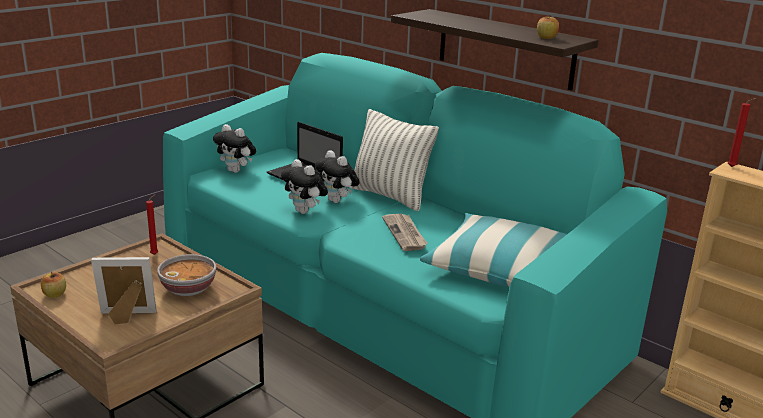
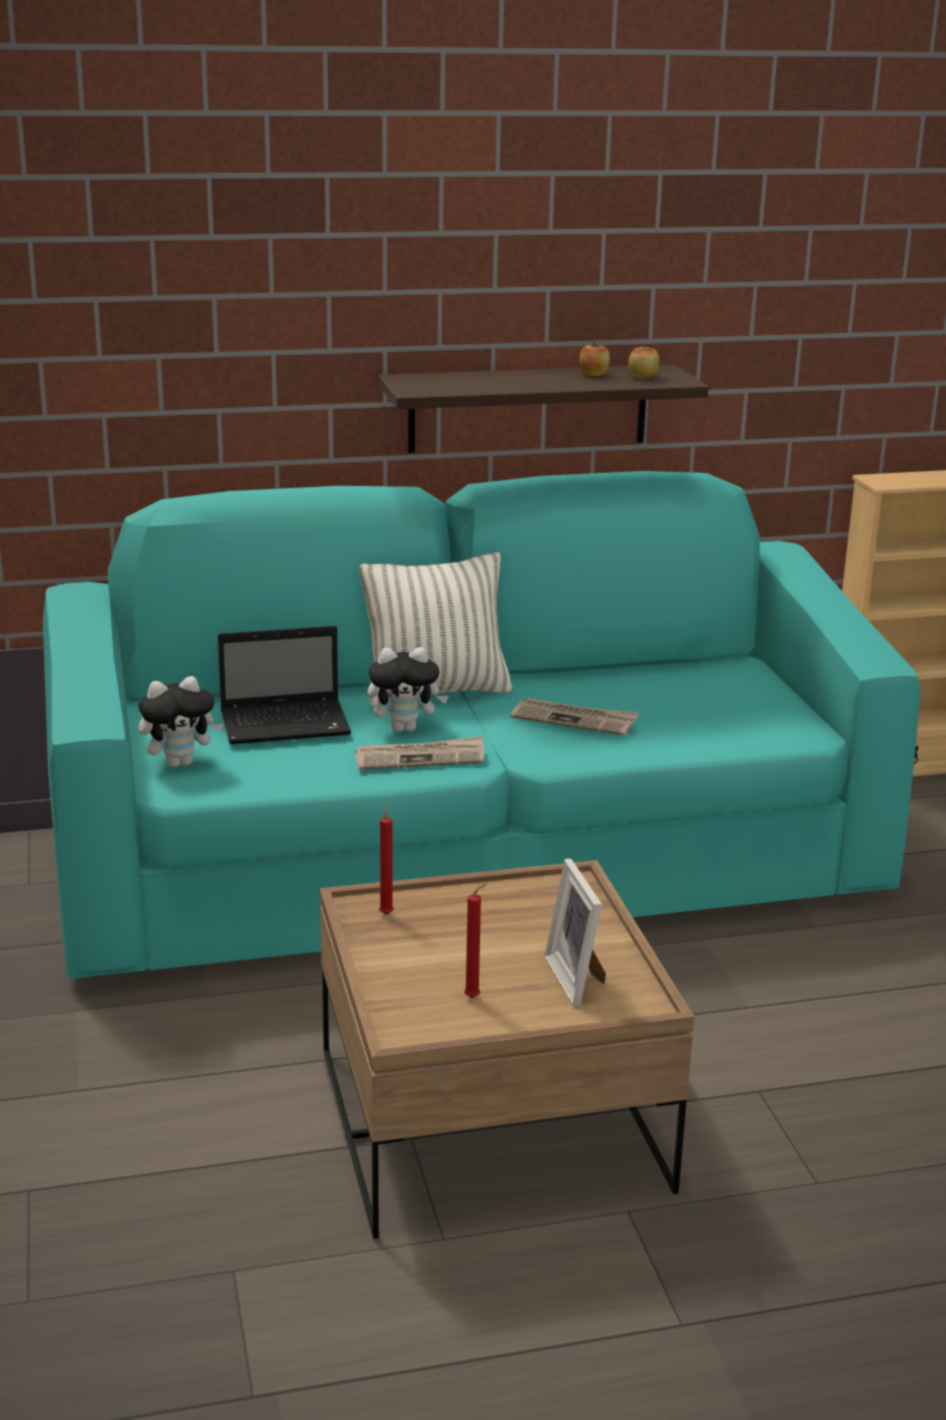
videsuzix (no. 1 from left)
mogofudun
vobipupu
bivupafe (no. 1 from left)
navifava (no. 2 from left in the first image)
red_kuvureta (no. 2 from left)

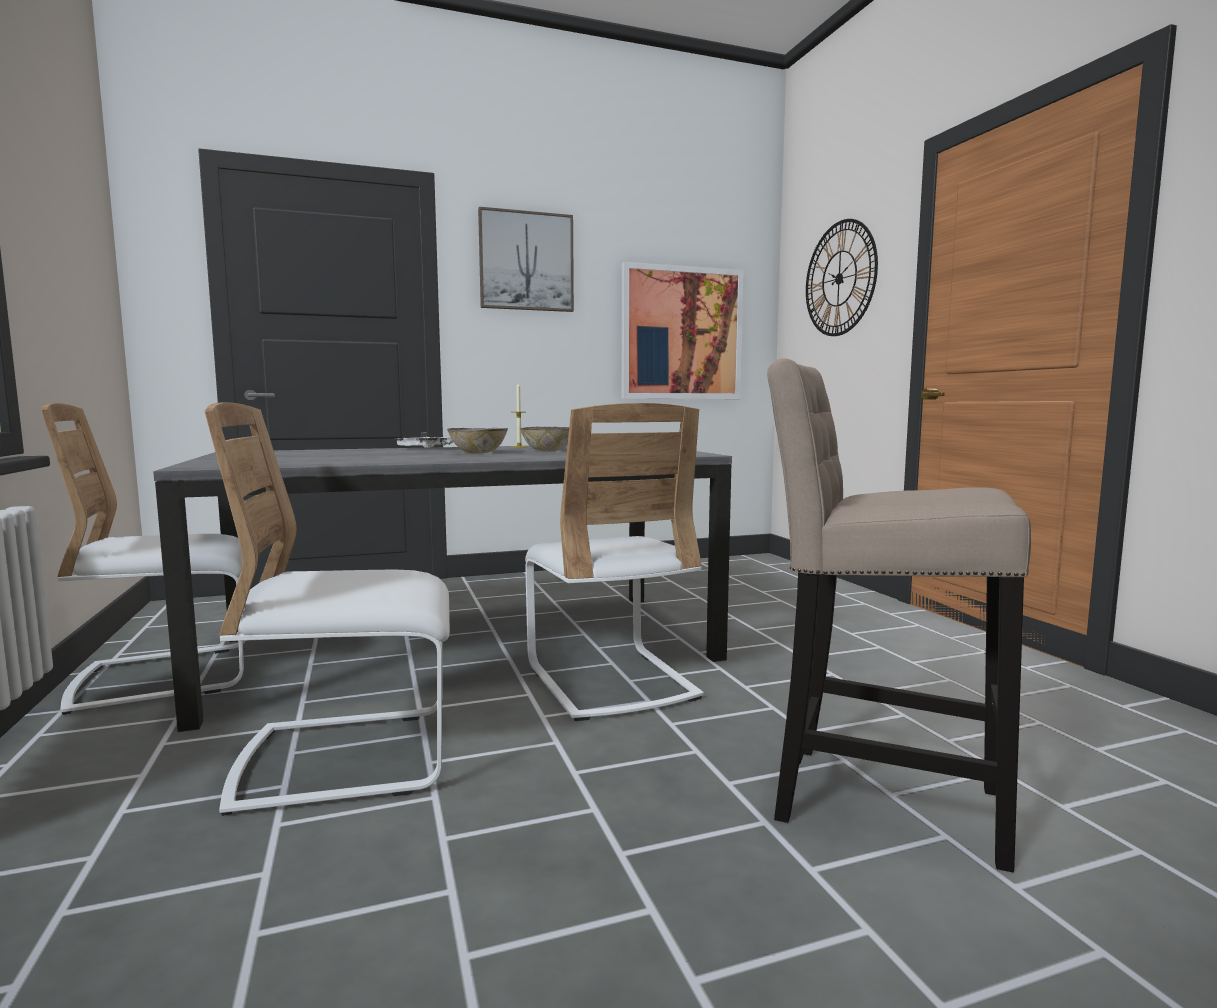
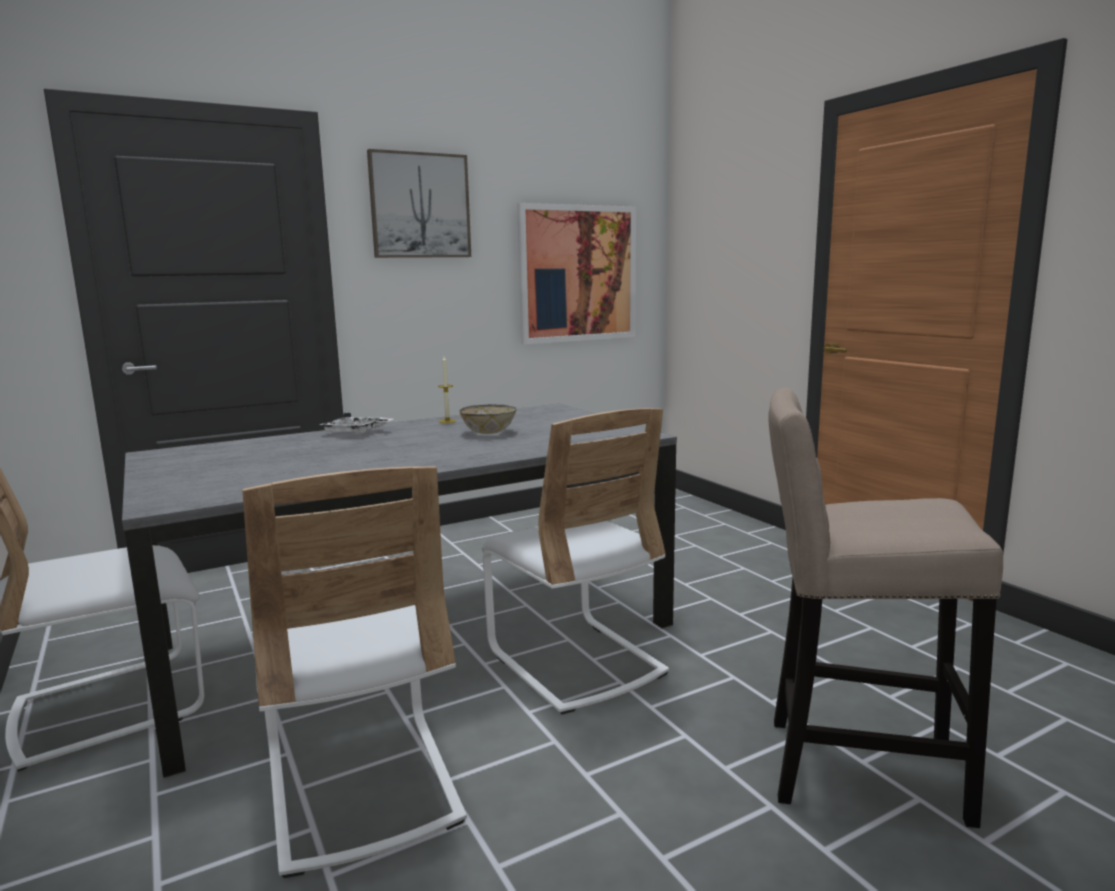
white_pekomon (no. 2 from left)
vobipupu (no. 1 from left in the first image)
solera

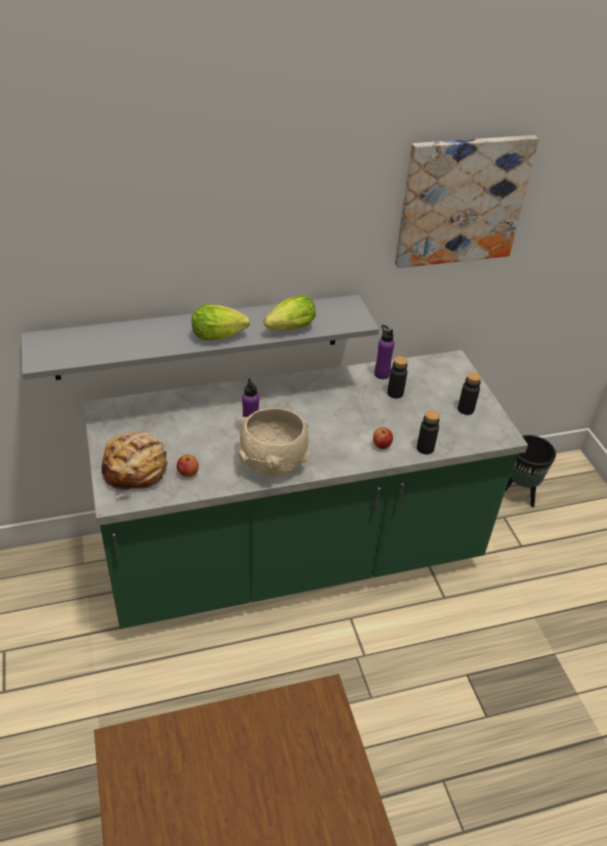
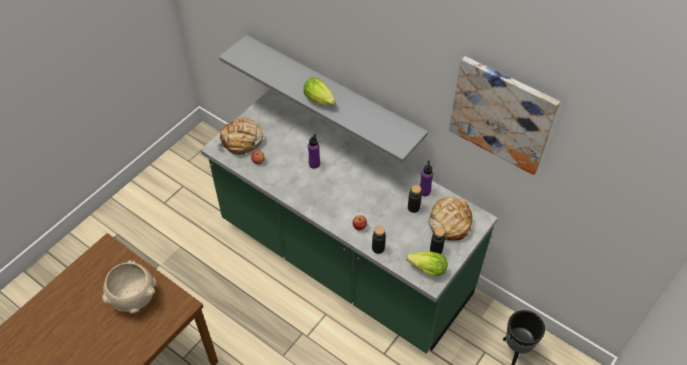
beige_vobipupu
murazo (no. 2 from left)
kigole (no. 2 from left)

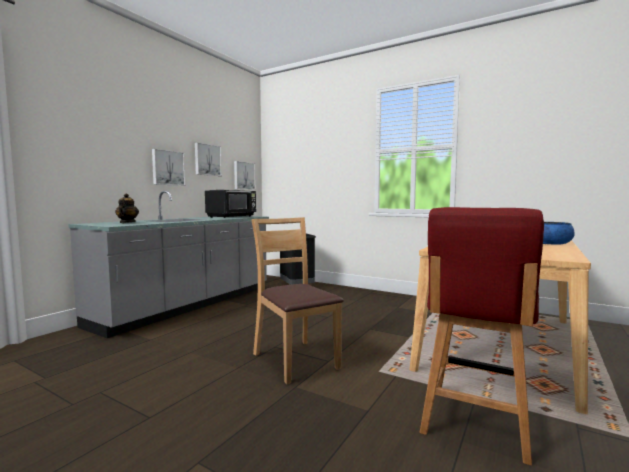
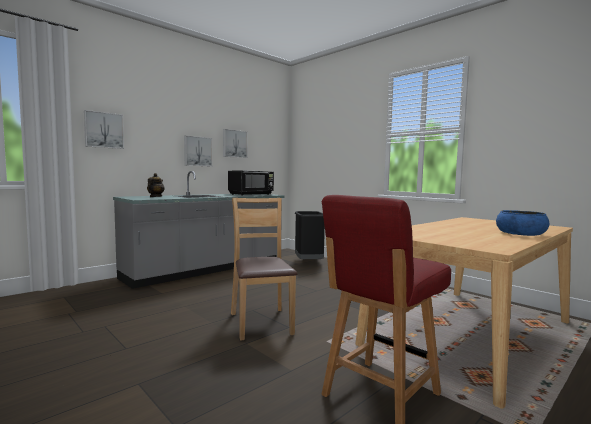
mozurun (no. 1 from left)

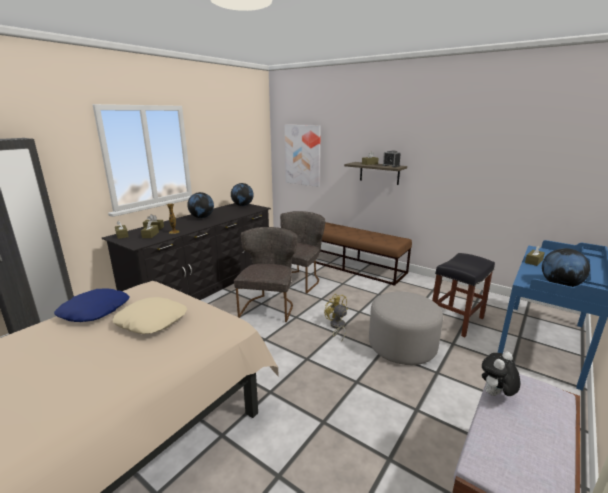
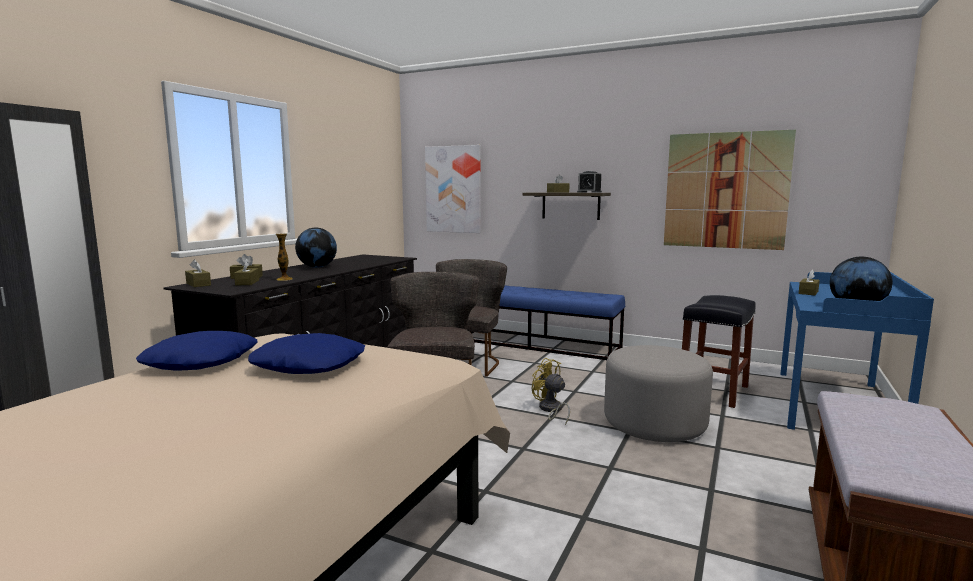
blue_navifava (no. 2 from left)
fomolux (no. 2 from left in the first image)
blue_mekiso
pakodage
mozurun (no. 2 from left)

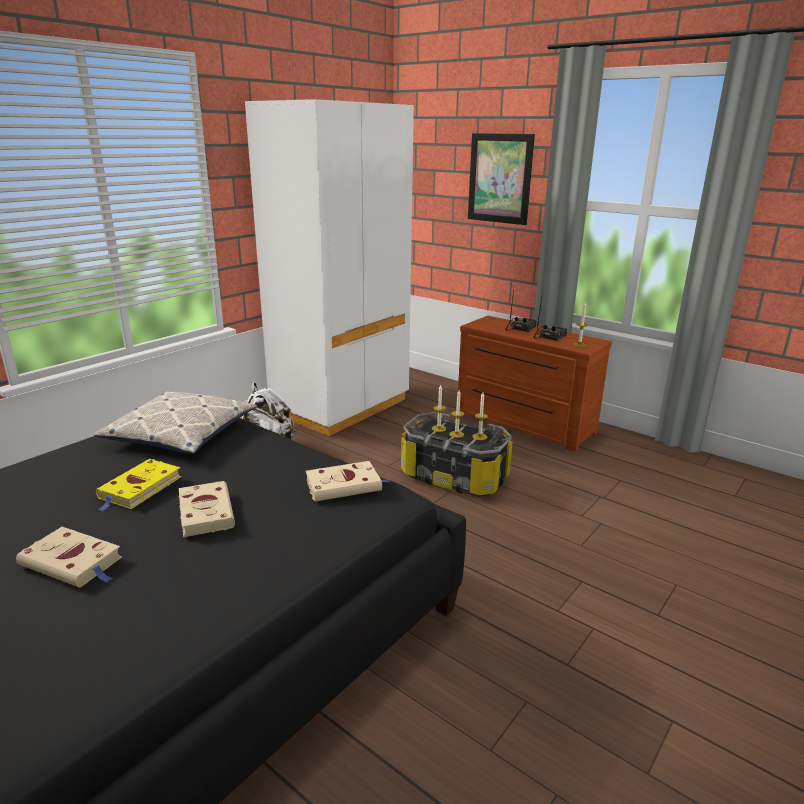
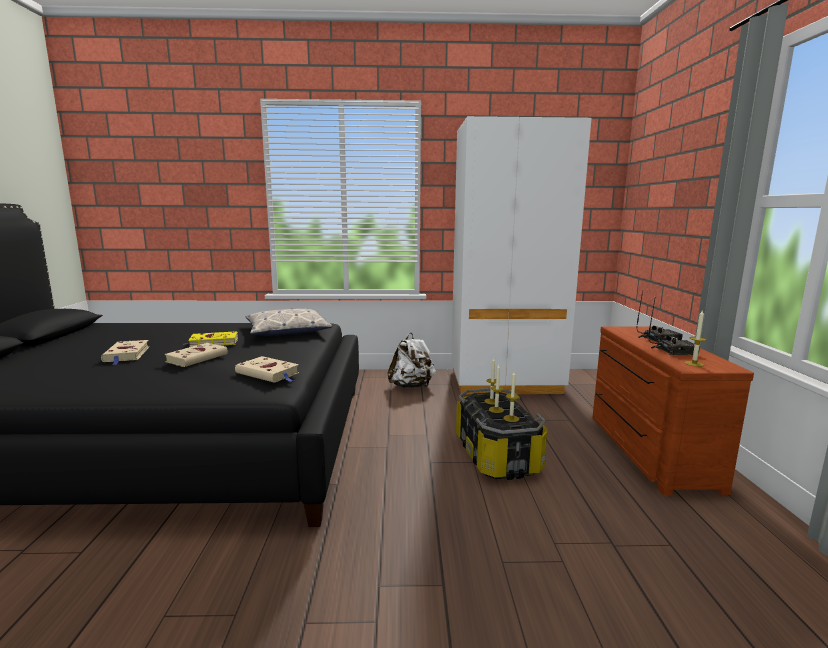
mozurun

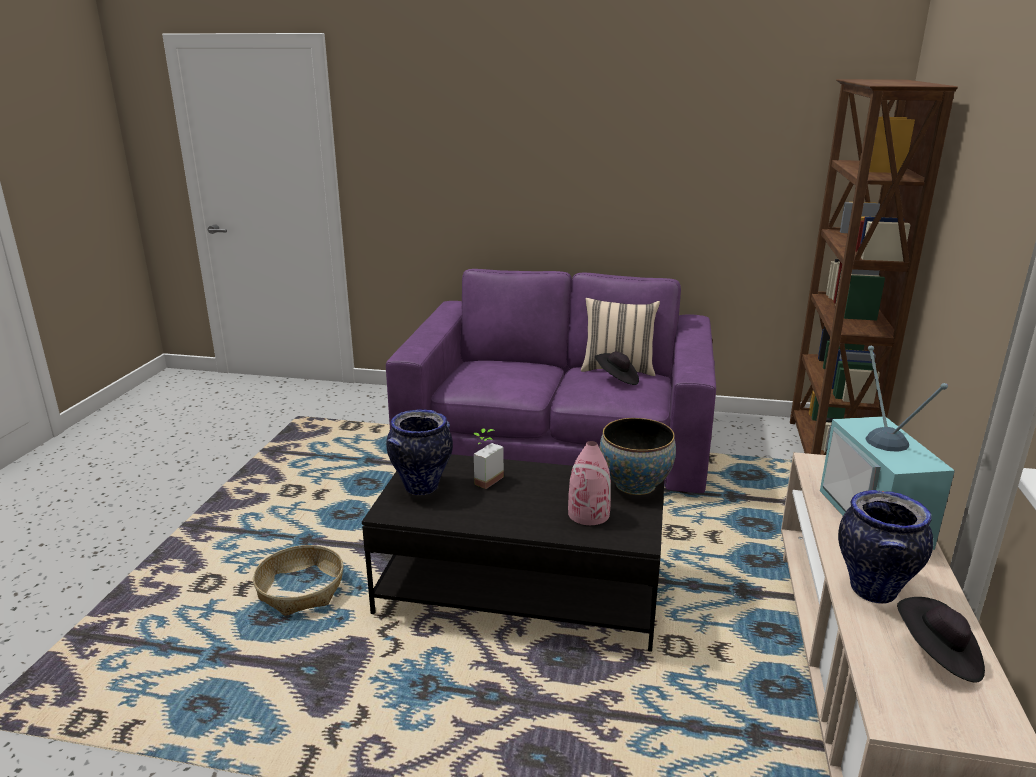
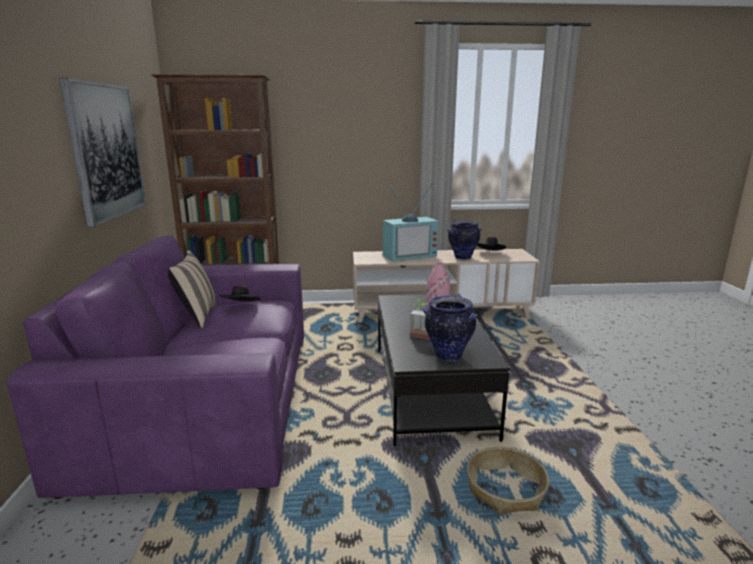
vobipupu
mozurun

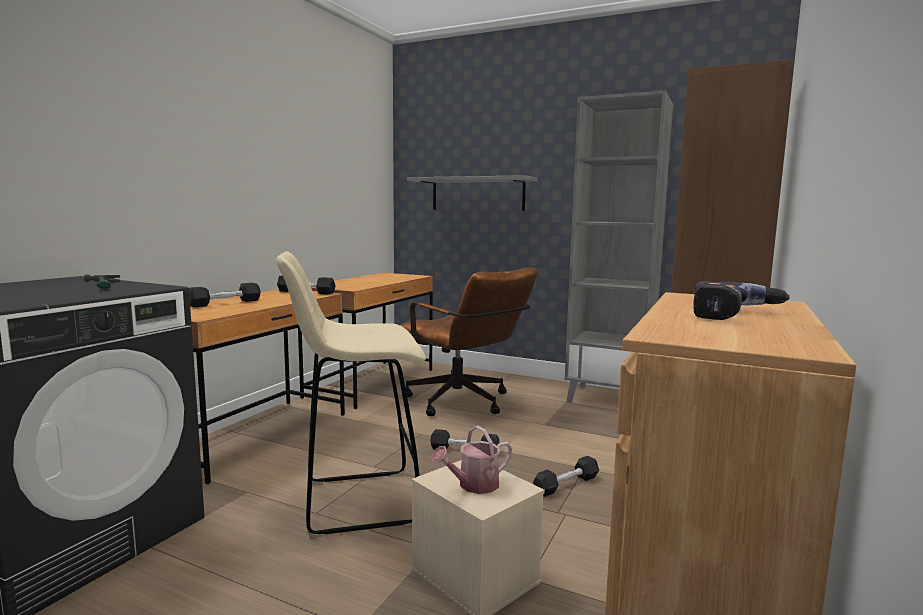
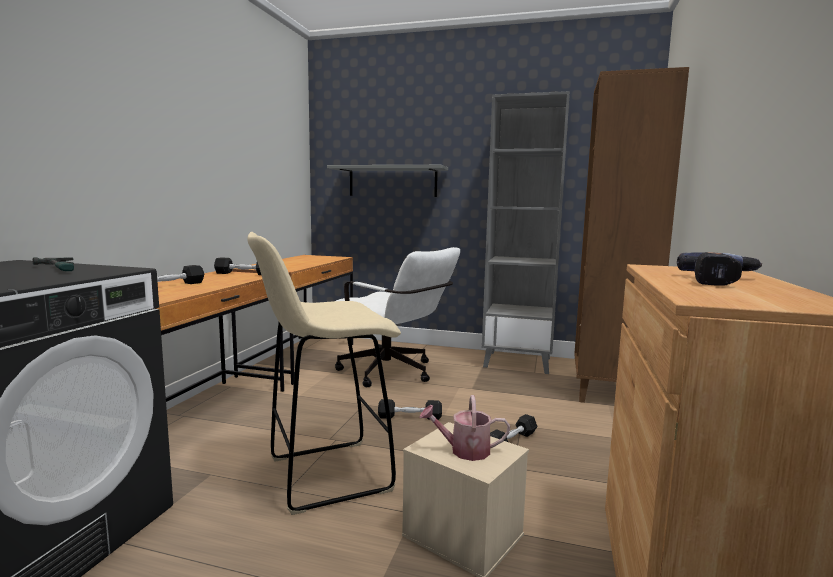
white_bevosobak
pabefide

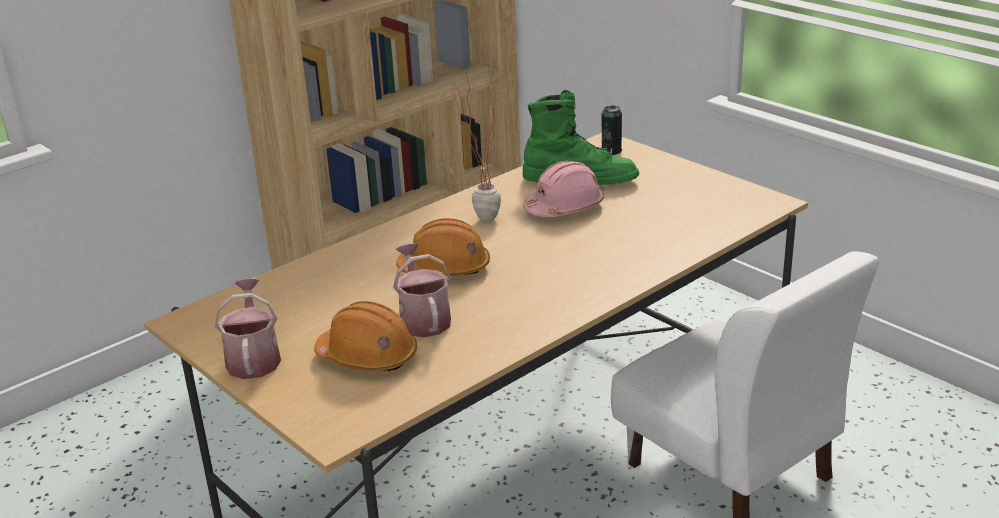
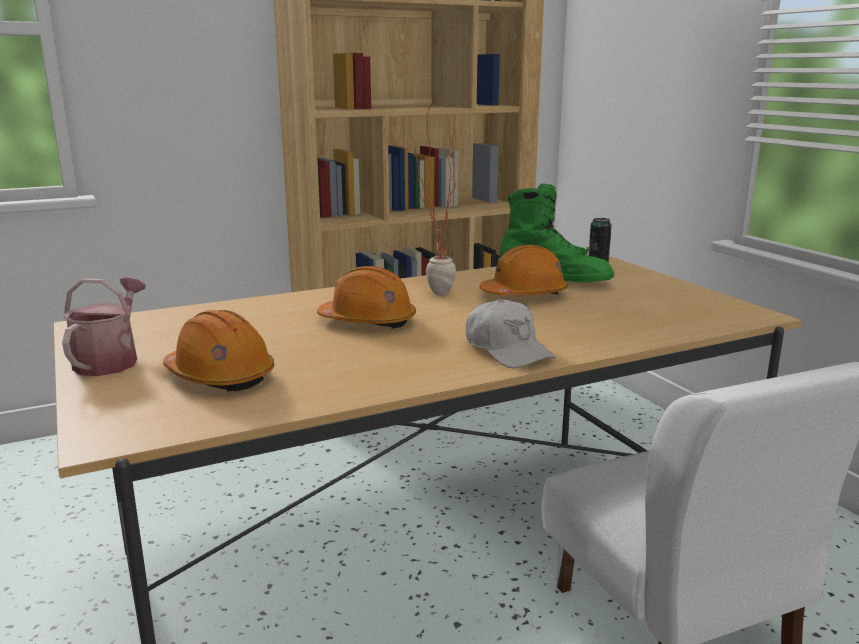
pabefide (no. 2 from left in the first image)
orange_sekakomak (no. 3 from left)
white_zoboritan

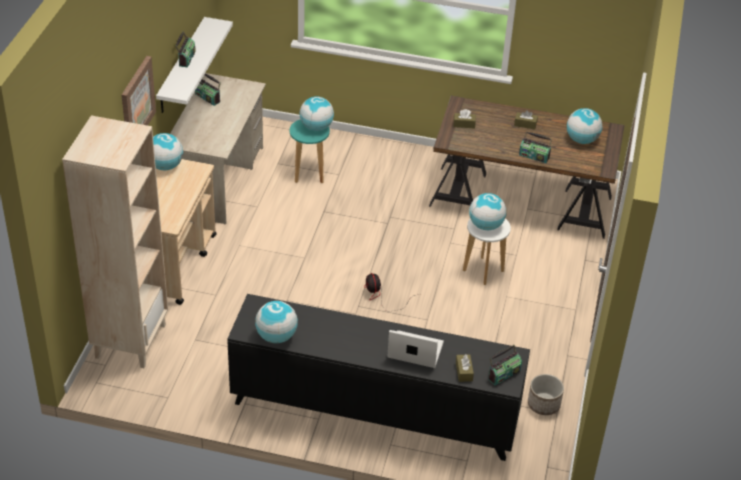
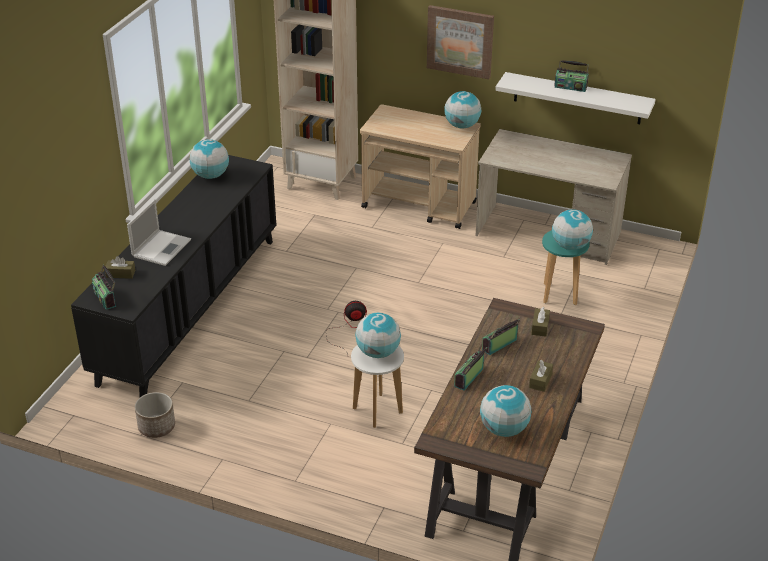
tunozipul (no. 3 from left)

